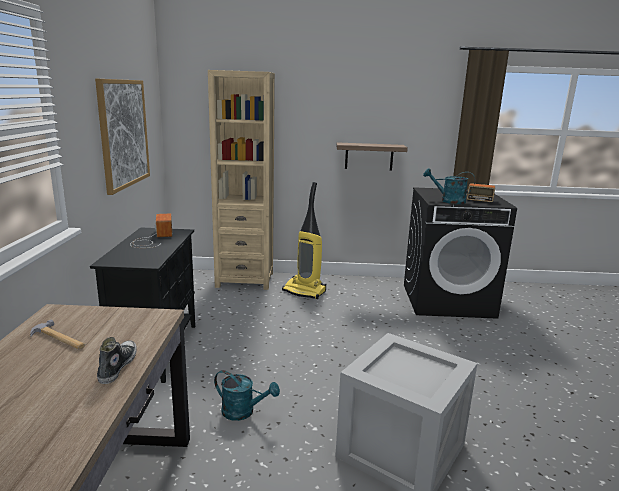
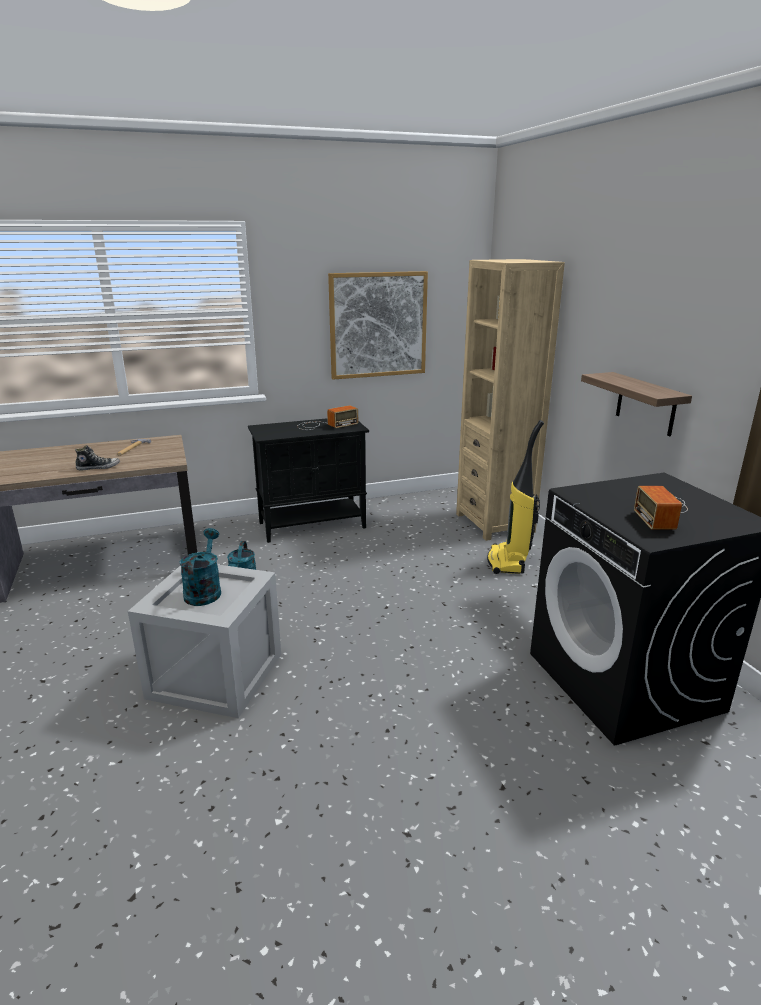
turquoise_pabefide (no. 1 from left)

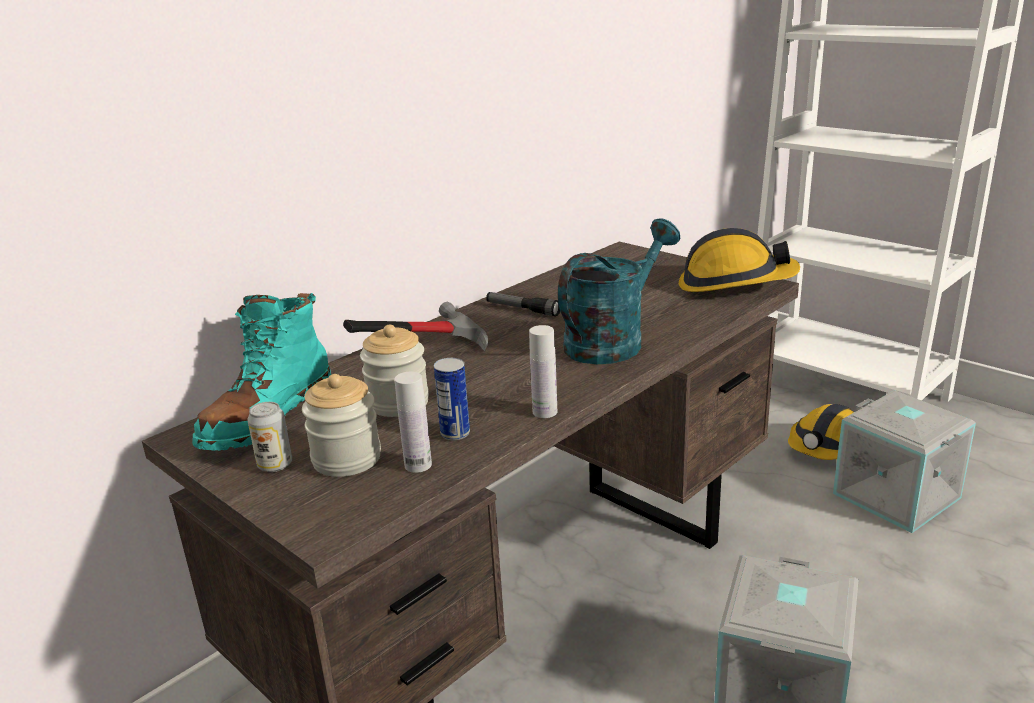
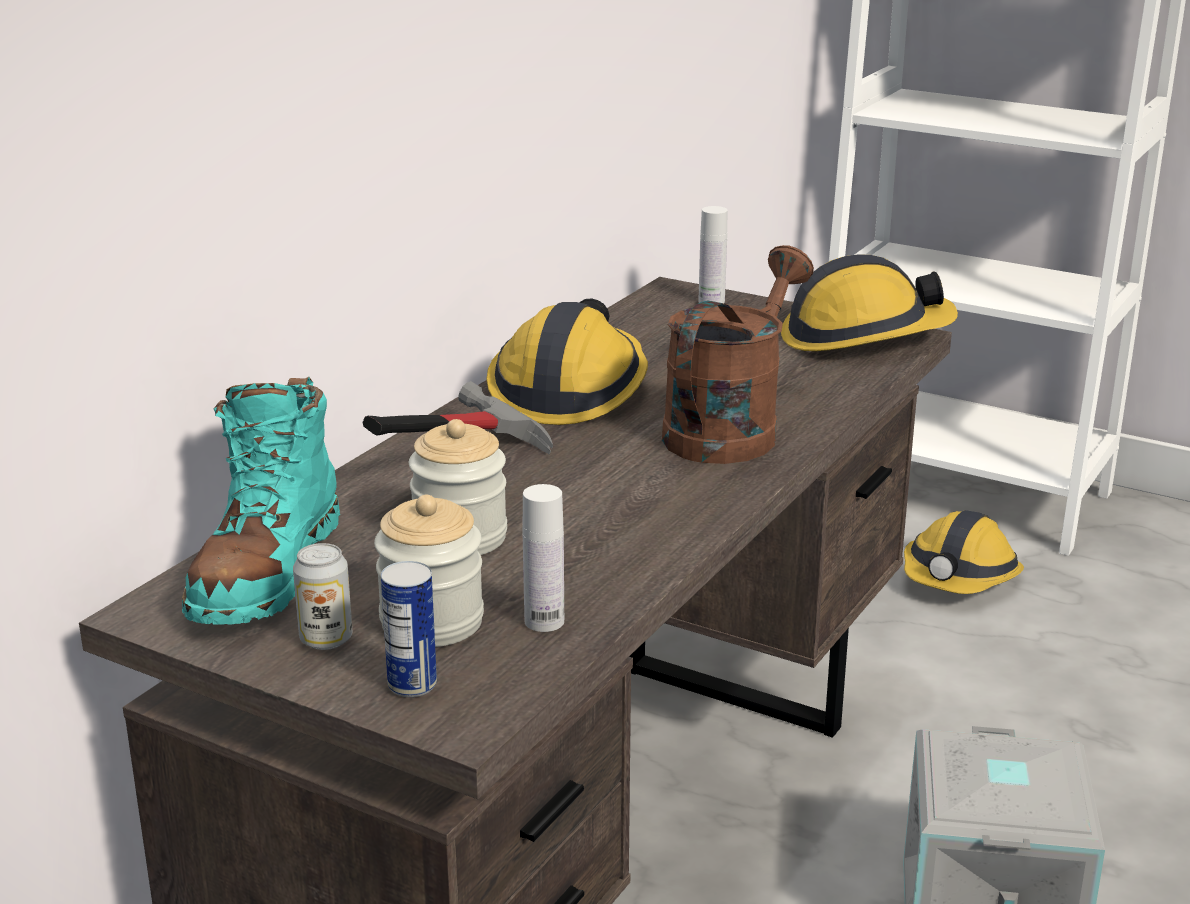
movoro (no. 2 from left)
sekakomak (no. 1 from left)
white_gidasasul (no. 2 from left)
brown_pabefide
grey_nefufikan (no. 2 from left in the first image)

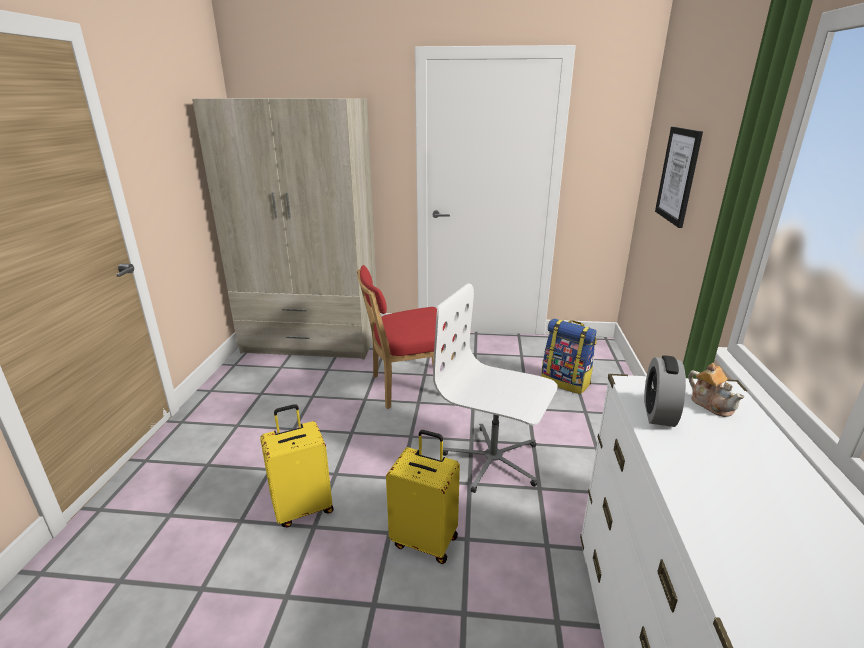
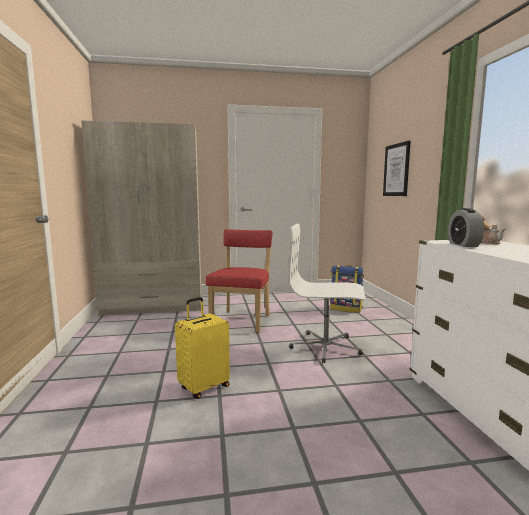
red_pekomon
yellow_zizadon (no. 2 from left in the first image)

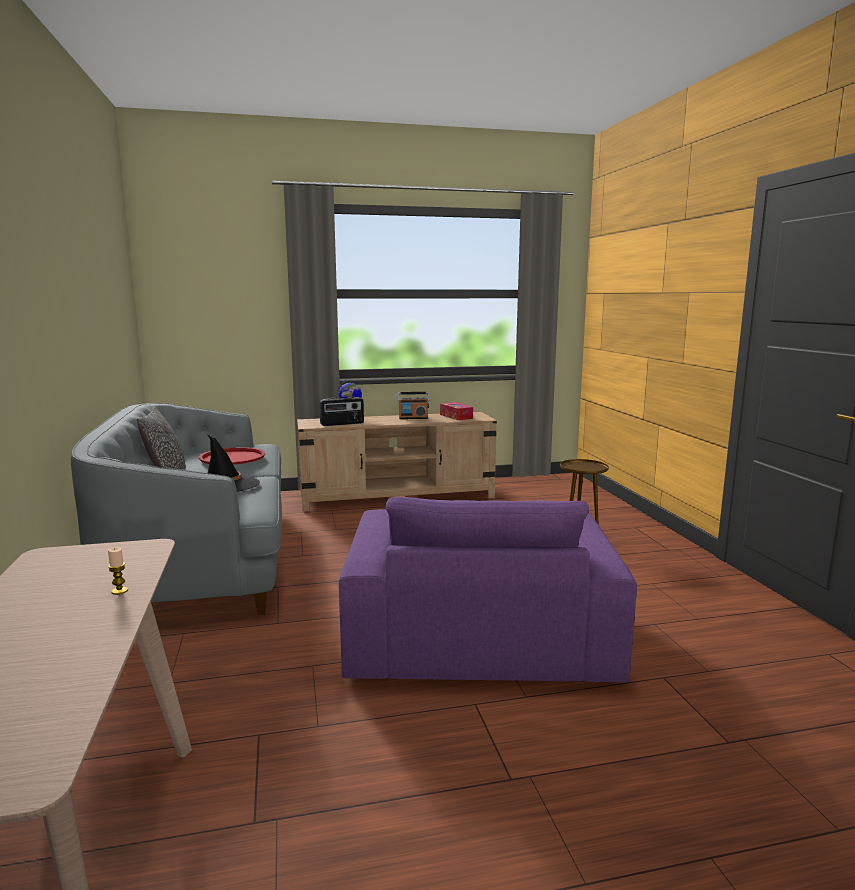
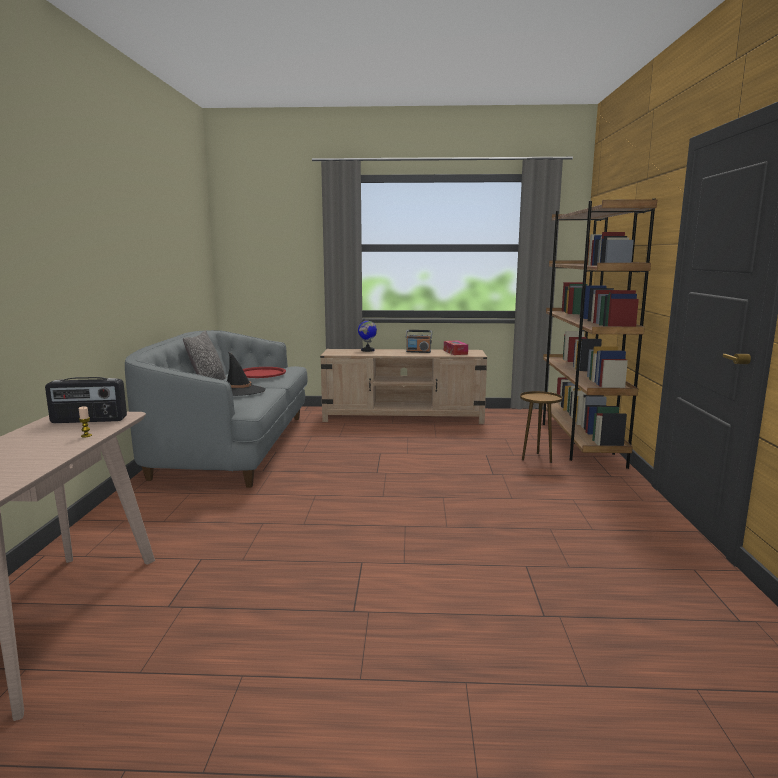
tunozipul (no. 1 from left)
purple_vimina
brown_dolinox

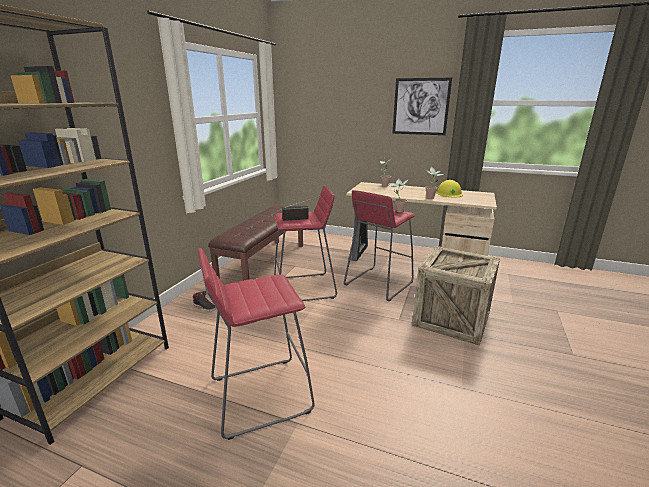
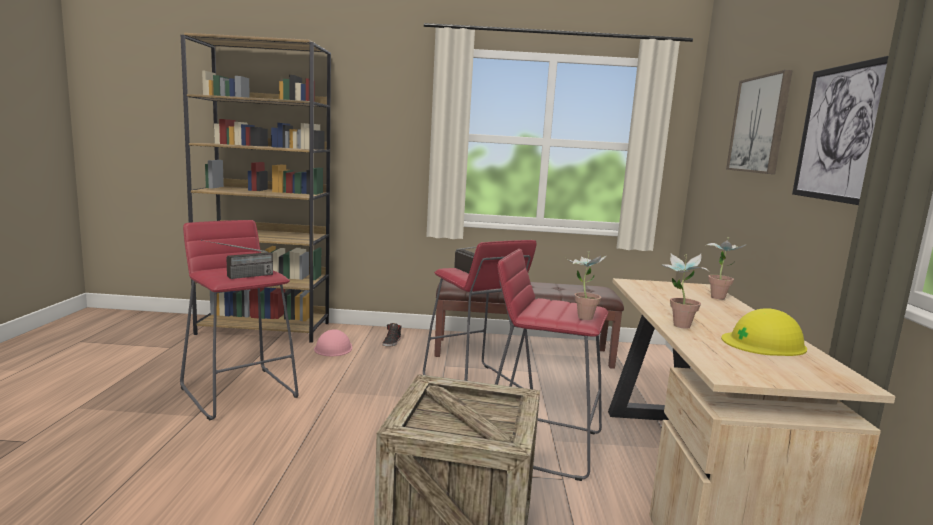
tunozipul (no. 1 from left)
pink_sekakomak
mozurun (no. 1 from left)

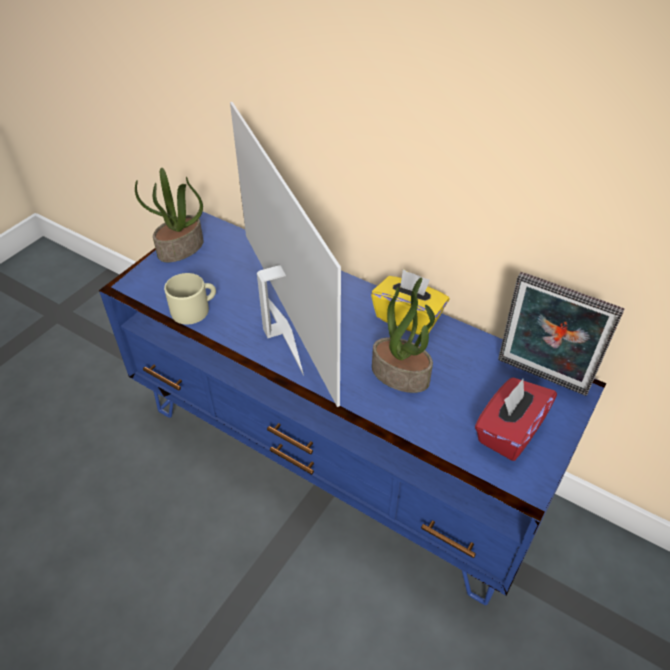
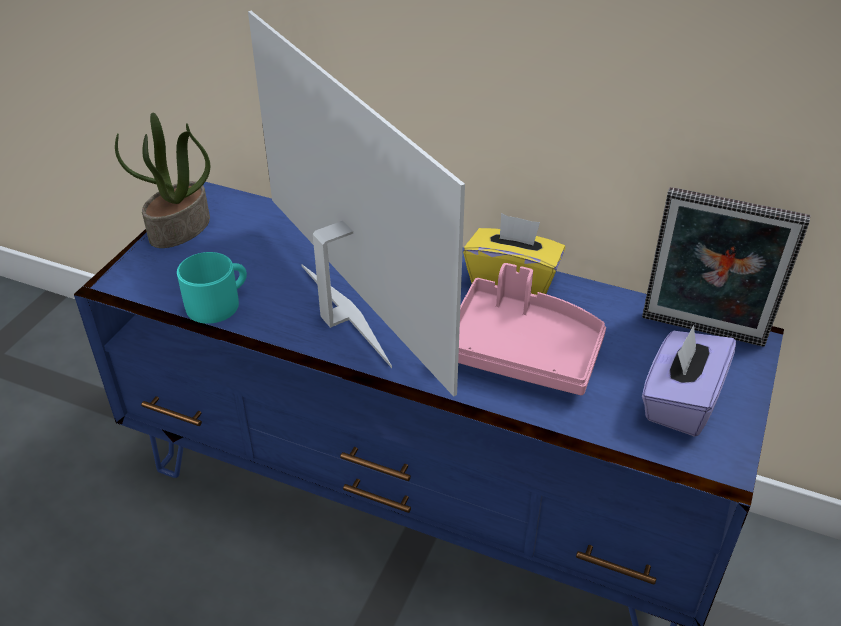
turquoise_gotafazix
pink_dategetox
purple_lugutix

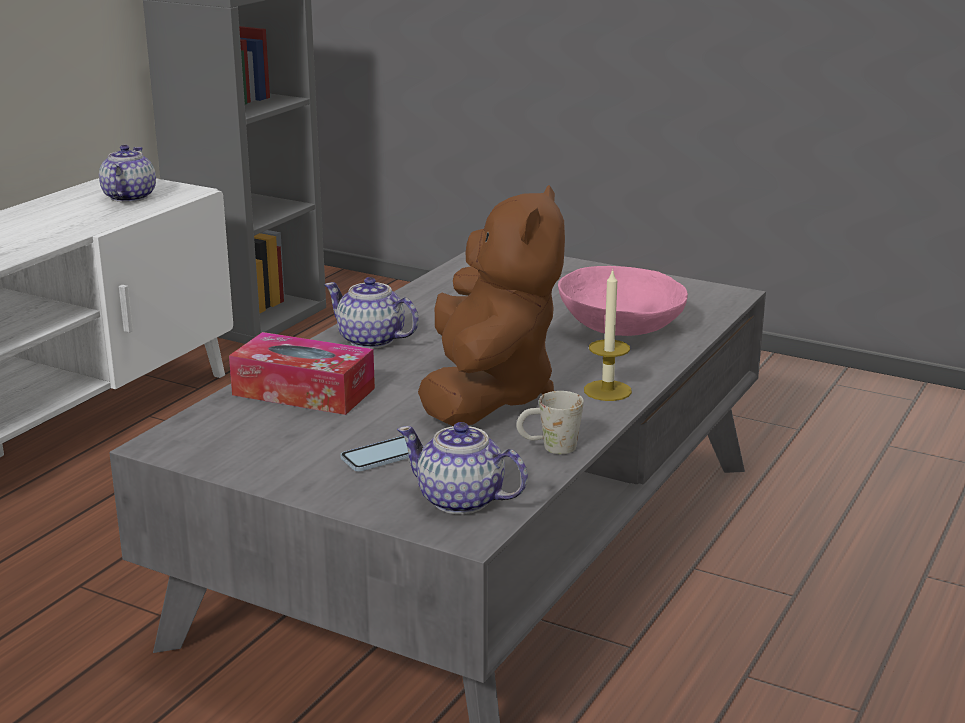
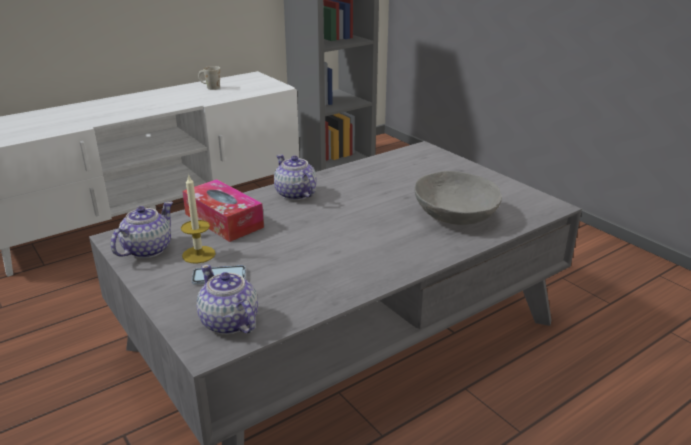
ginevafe (no. 1 from left)
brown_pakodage
white_gotafazix
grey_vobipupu
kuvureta

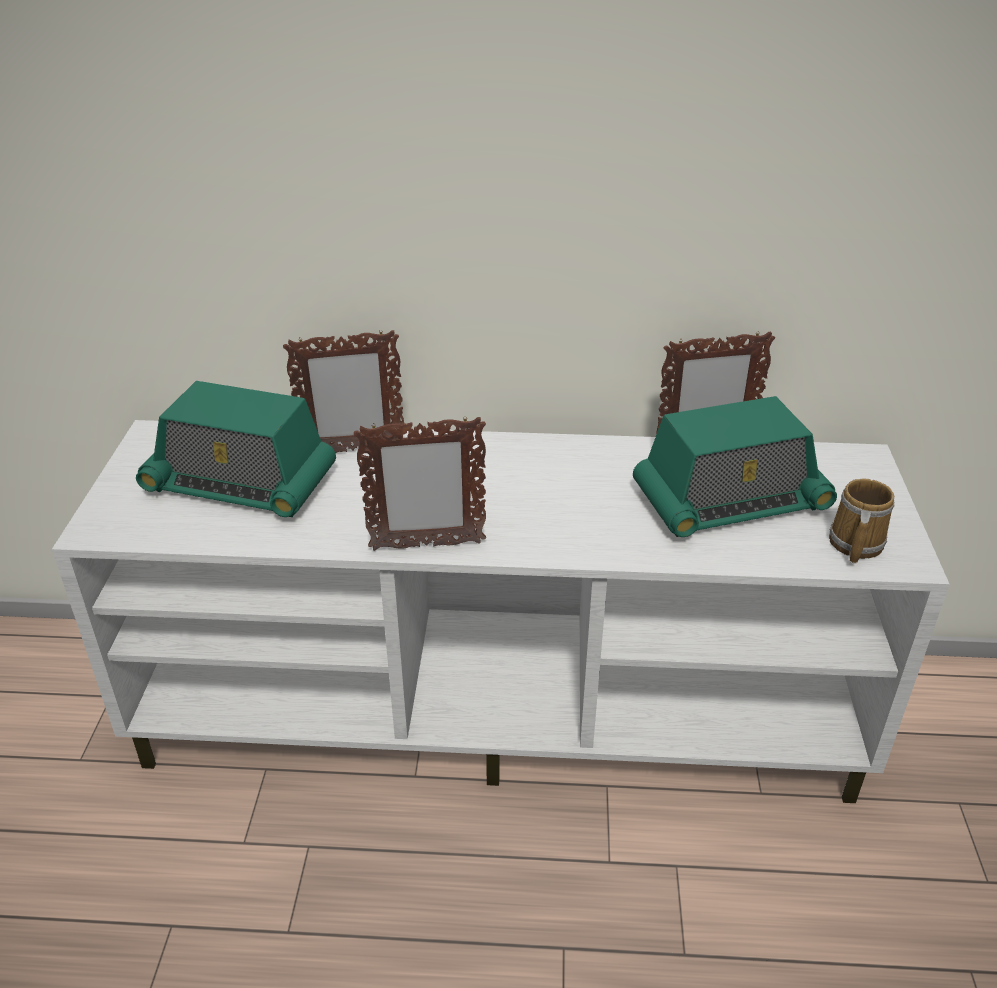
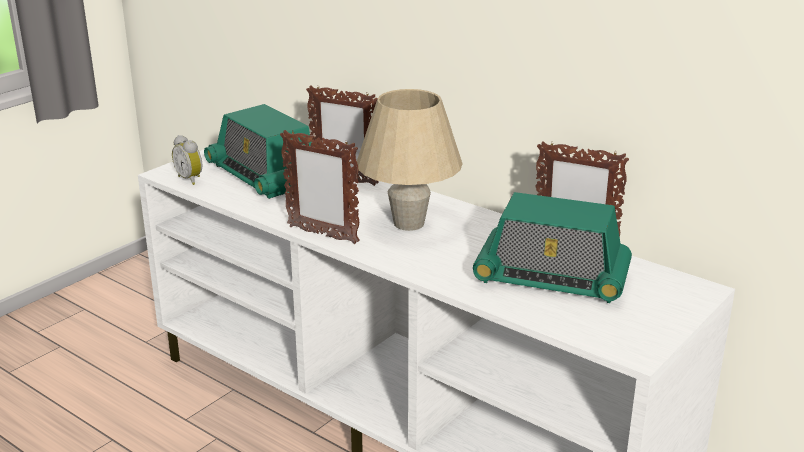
gotafazix
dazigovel
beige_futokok

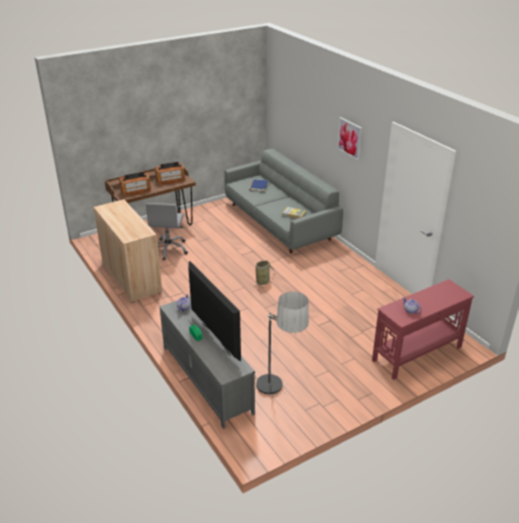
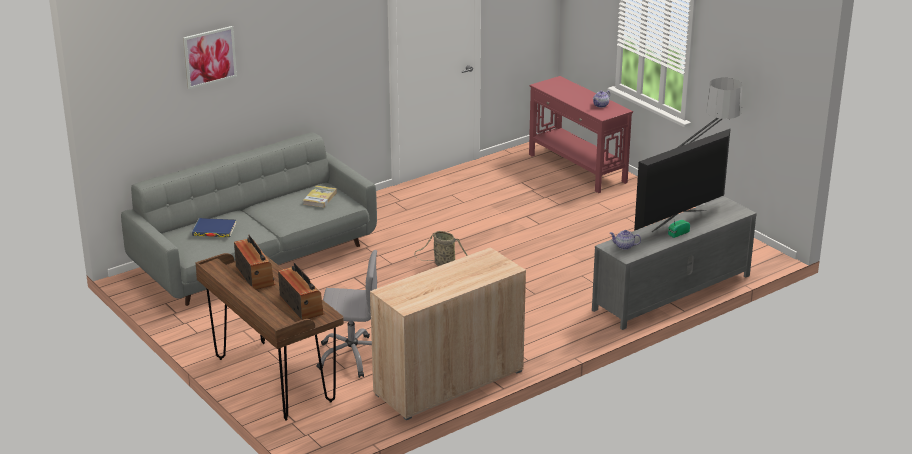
mozurun

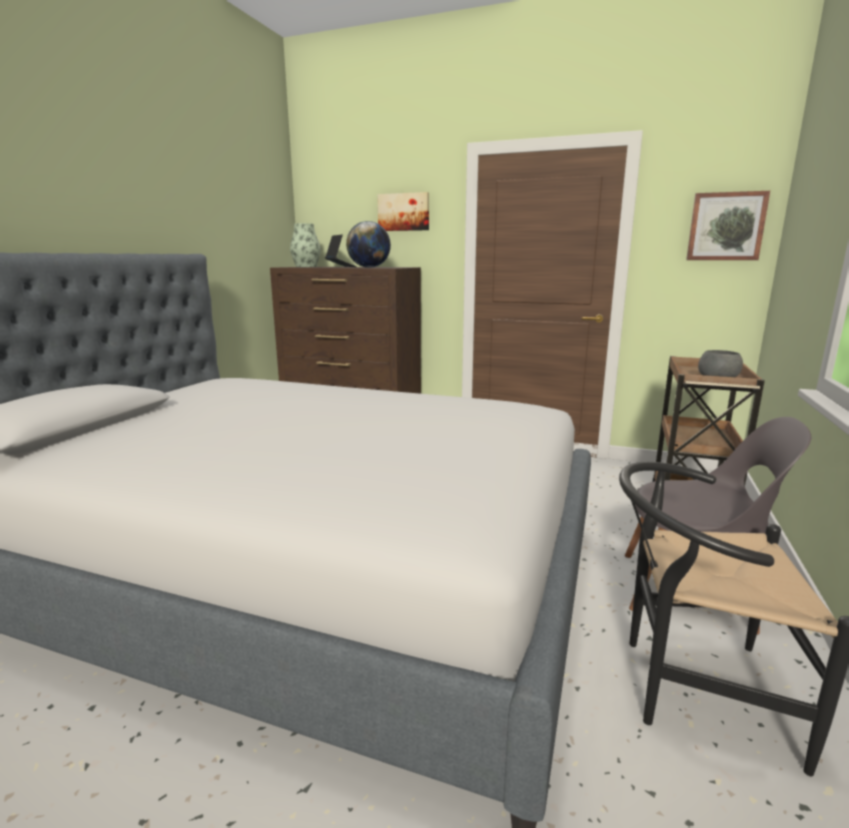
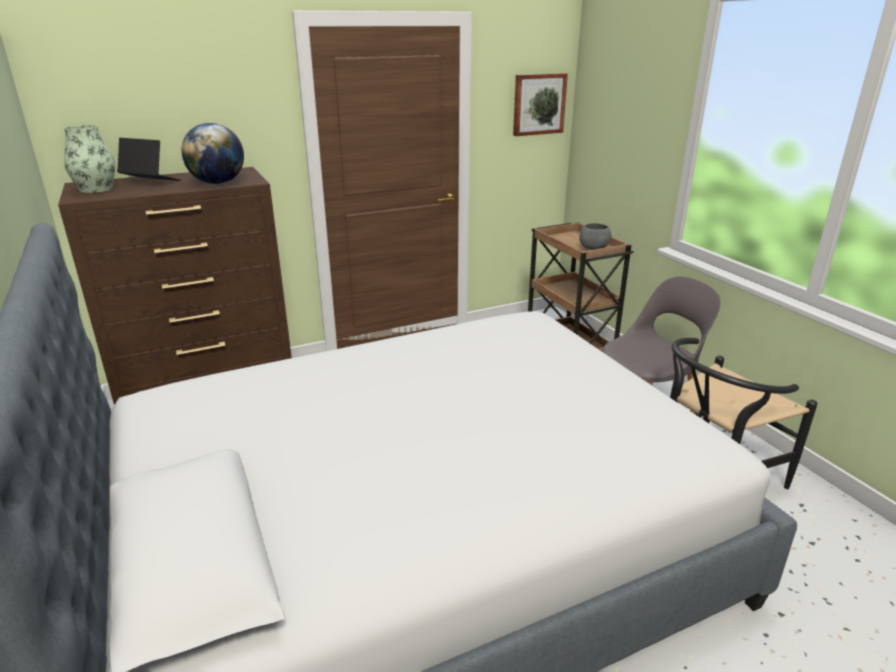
mozurun (no. 1 from left in the first image)

